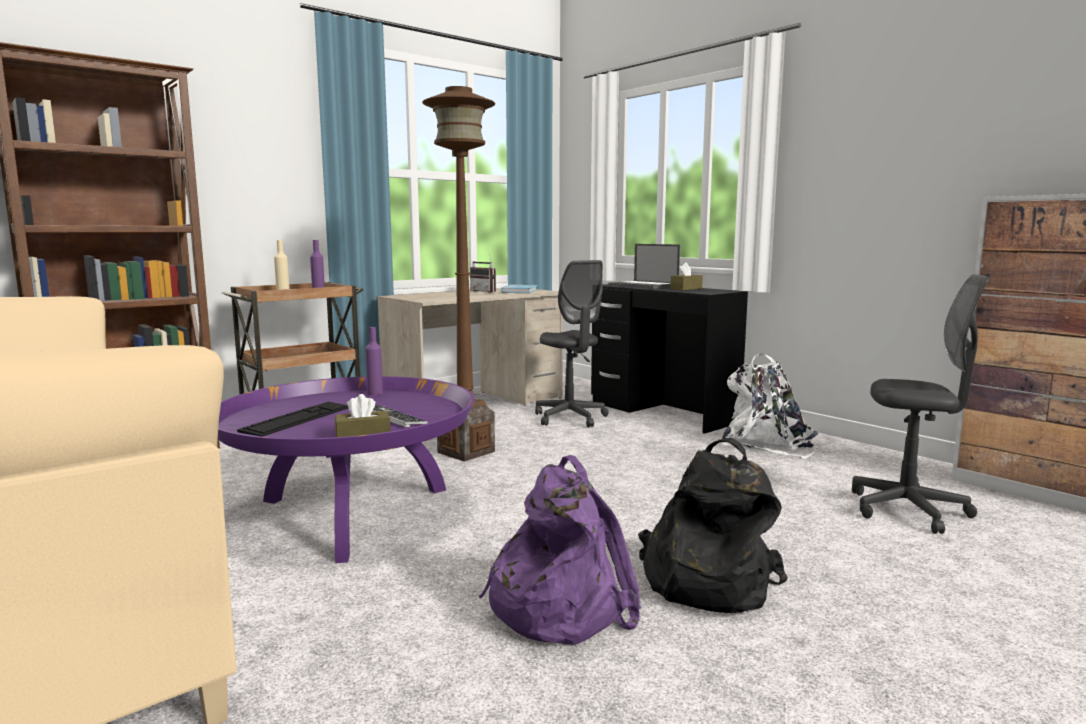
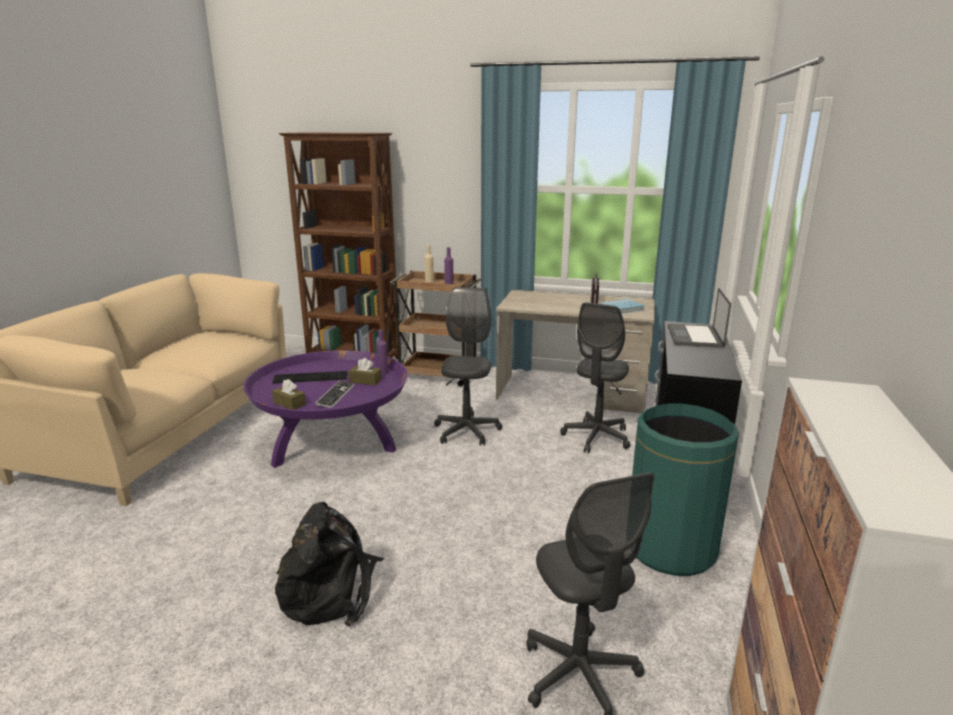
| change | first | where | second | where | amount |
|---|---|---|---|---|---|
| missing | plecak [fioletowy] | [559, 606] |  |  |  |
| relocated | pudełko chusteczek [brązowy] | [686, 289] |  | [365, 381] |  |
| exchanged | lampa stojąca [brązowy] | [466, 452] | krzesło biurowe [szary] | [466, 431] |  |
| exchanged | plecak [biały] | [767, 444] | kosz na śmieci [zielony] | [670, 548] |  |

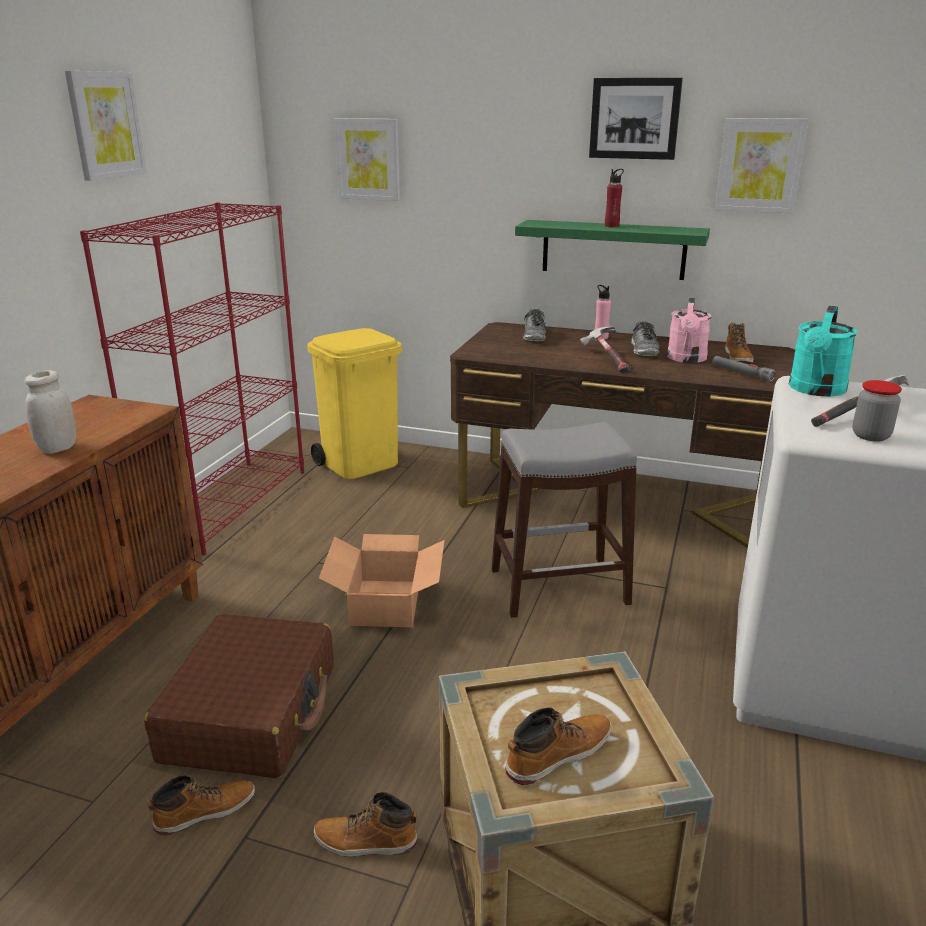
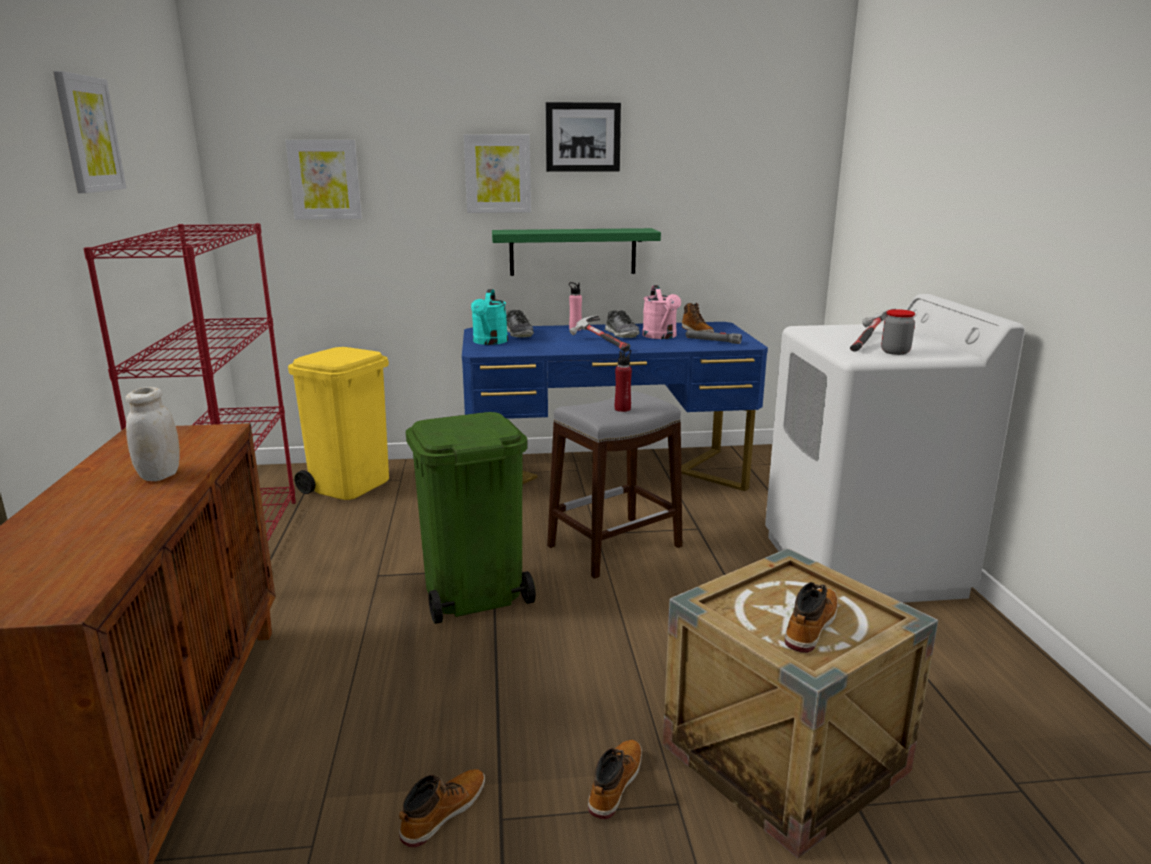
| change | first | where | second | where | amount |
|---|---|---|---|---|---|
| missing | walizka [brązowy] | [251, 713] |  |  |  |
| relocated | butelka [czerwony] | [612, 226] |  | [622, 409] |  |
| relocated | obraz | [759, 165] |  | [497, 174] |  |
| relocated | konewka [turkusowy] | [816, 390] |  | [489, 342] |  |
| exchanged | karton | [384, 604] | kosz na śmieci [zielony] | [472, 594] |  |
| colour | biurko [brązowy] | [612, 502] | biurko [niebieski] | [606, 475] |  |
| spun | but z cholewką | [365, 842] |  | [614, 784] | 135 degrees clockwise |

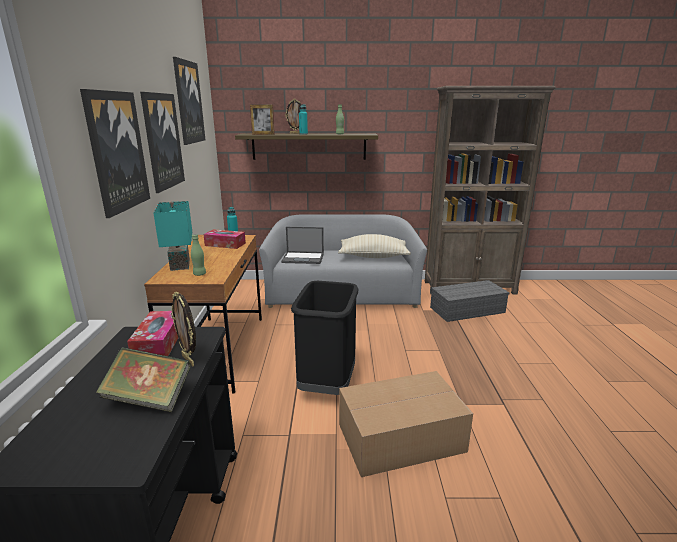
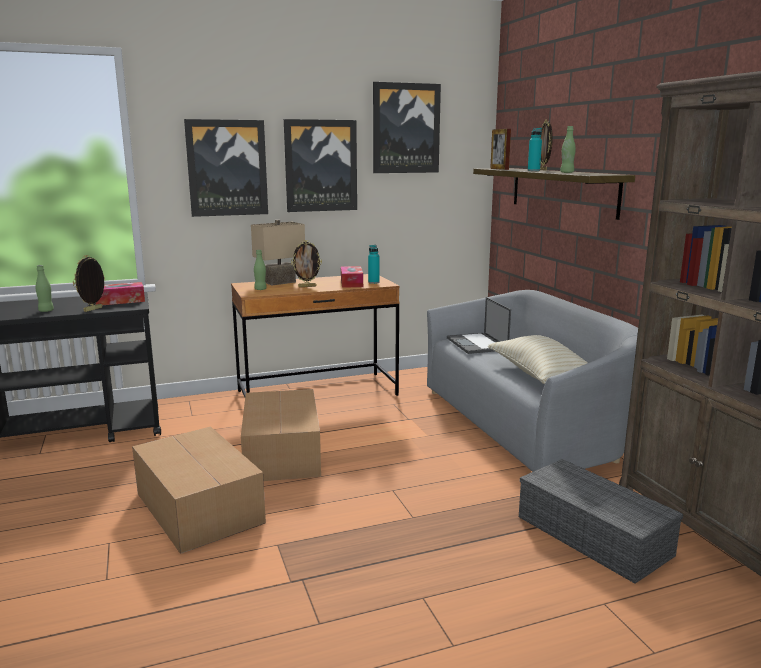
| change | first | where | second | where | amount |
|---|---|---|---|---|---|
| appeared |  |  | ramka na zdjęcie | [307, 286] |  |
| exchanged | książka | [149, 399] | butelka [zielony] | [46, 311] |  |
| exchanged | kosz na śmieci [czarny] | [327, 385] | karton | [281, 454] |  |
| colour | lampa stołowa [turkusowy] | [178, 265] | lampa stołowa [beżowy] | [279, 282] |  |

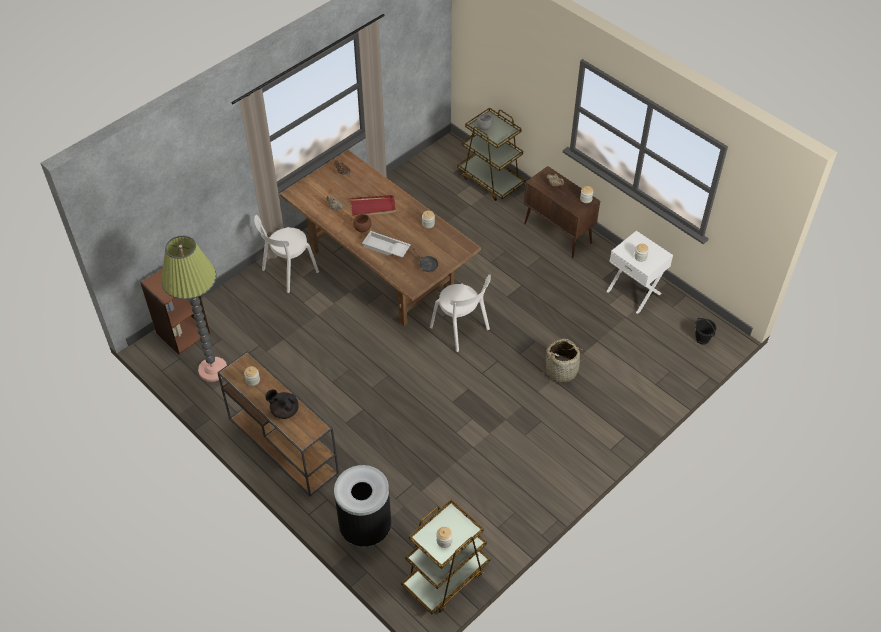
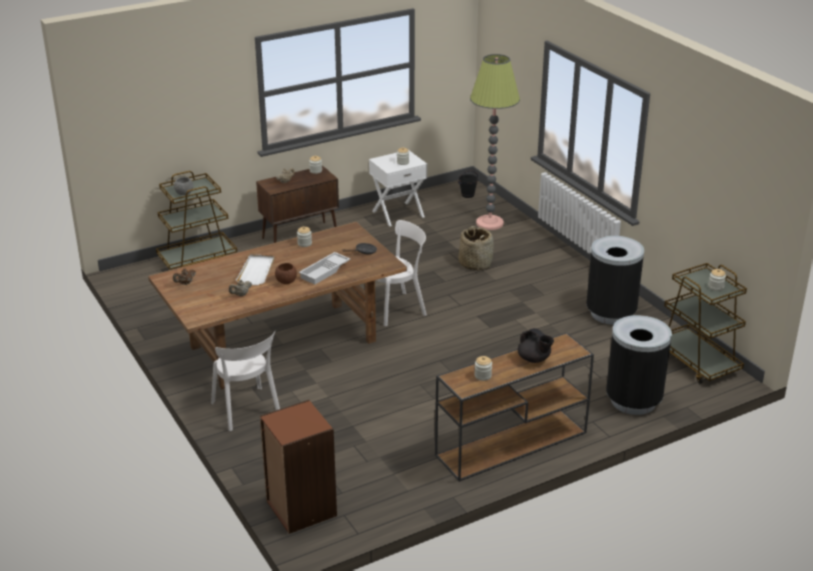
| change | first | where | second | where | amount |
|---|---|---|---|---|---|
| appeared |  |  | kosz na śmieci [czarny] | [611, 313] |  |
| relocated | lampa stojąca | [213, 369] |  | [489, 223] |  |
| colour | taca [czerwony] | [373, 207] | taca [biały] | [256, 271] |  |
| spun | imbryk [czarny] | [284, 410] |  | [534, 359] | 75 degrees counterclockwise |

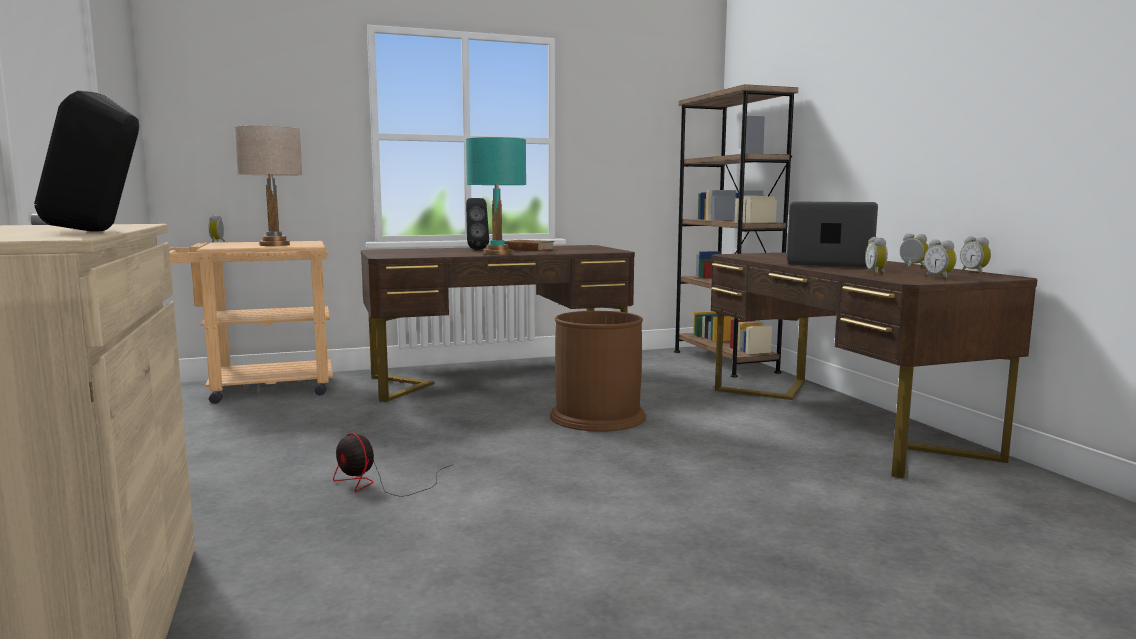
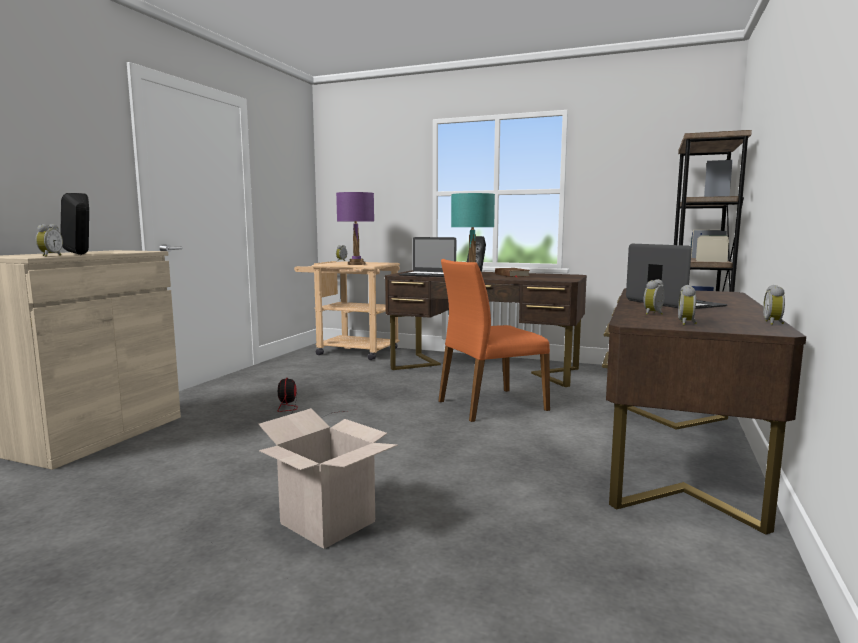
| change | first | where | second | where | amount |
|---|---|---|---|---|---|
| appeared |  |  | karton | [328, 522] |  |
| appeared |  |  | laptop | [427, 274] |  |
| relocated | budzik | [911, 266] |  | [49, 256] |  |
| exchanged | kosz na śmieci [brązowy] | [597, 416] | krzesło [pomarańczowy] | [490, 405] |  |
| colour | lampa stołowa [beżowy] | [274, 245] | lampa stołowa [fioletowy] | [356, 264] |  |

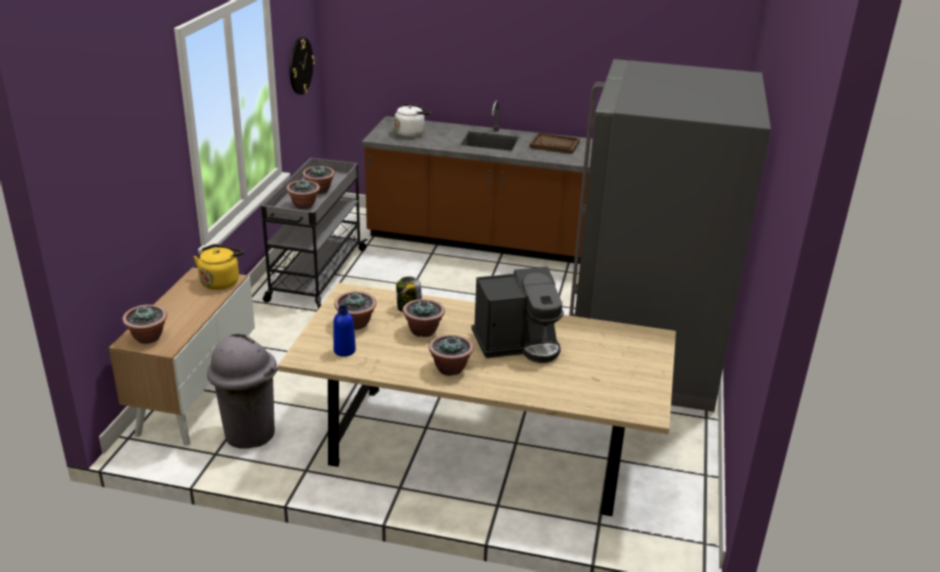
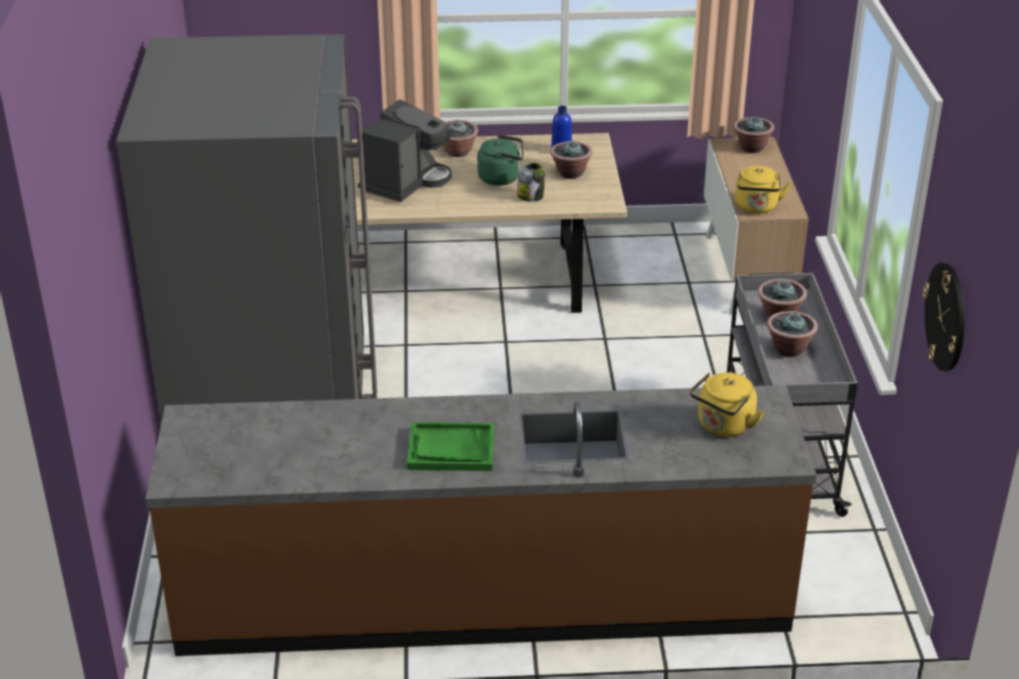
| change | first | where | second | where | amount |
|---|---|---|---|---|---|
| missing | kosz na śmieci [szary] | [249, 433] |  |  |  |
| exchanged | roślina doniczkowa | [423, 331] | czajnik [zielony] | [502, 178] |  |
| colour | czajnik [biały] | [411, 133] | czajnik [żółty] | [723, 426] |  |
| colour | taca [brązowy] | [554, 145] | taca [zielony] | [451, 449] |  |
| spun | ekspres do kawy | [518, 344] |  | [405, 182] | 150 degrees clockwise |

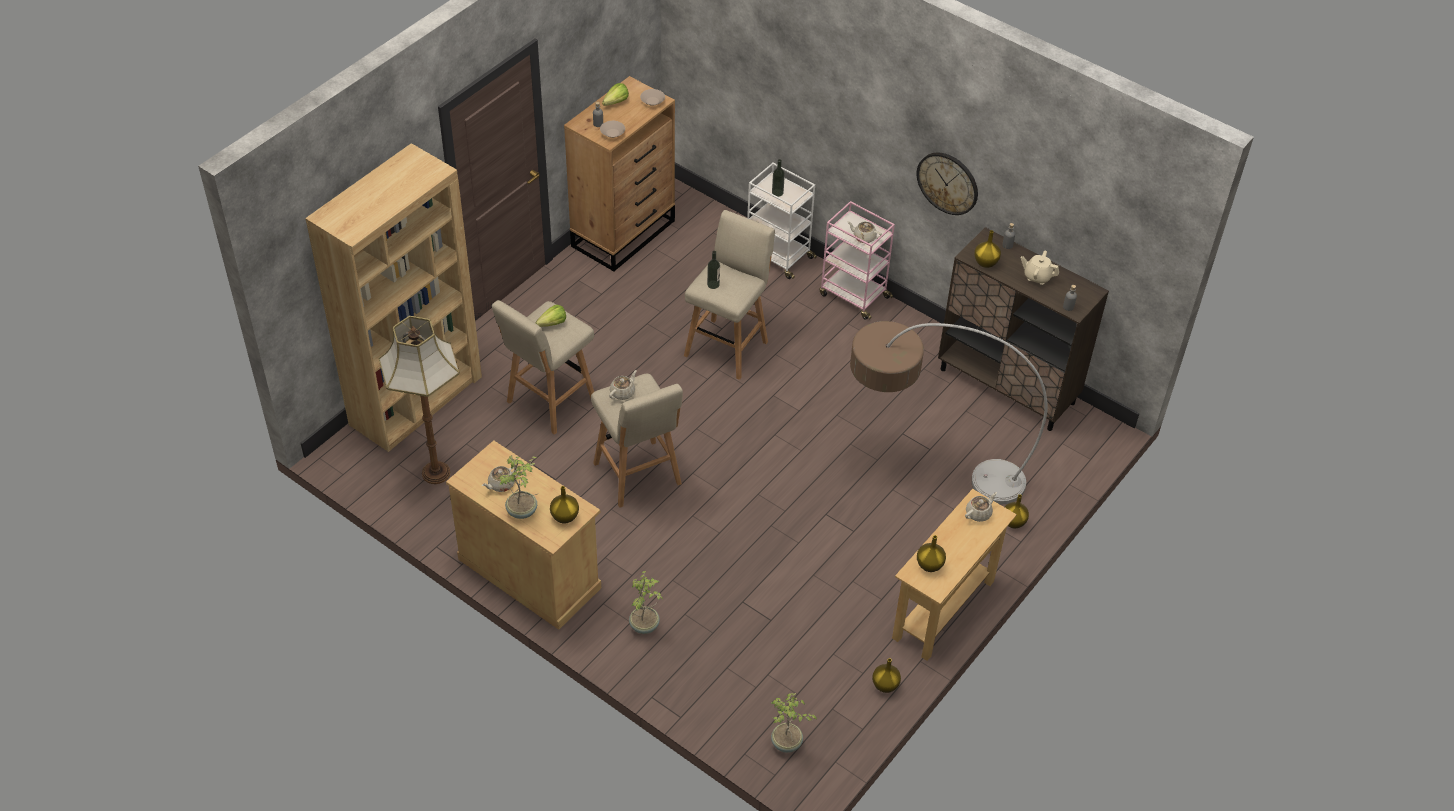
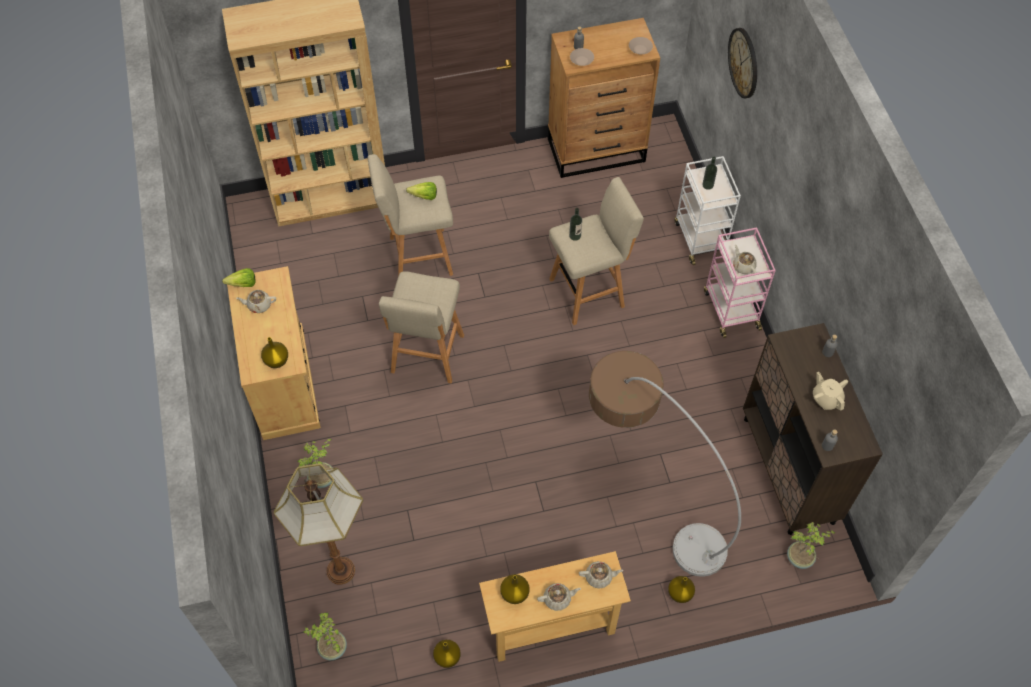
| change | first | where | second | where | amount |
|---|---|---|---|---|---|
| missing | wazon [żółty] | [985, 262] |  |  |  |
| relocated | lampa stojąca | [436, 472] |  | [341, 570] |  |
| relocated | roślina doniczkowa | [522, 511] |  | [800, 559] |  |
| relocated | sałata | [613, 103] |  | [240, 284] |  |
| relocated | imbryk [beżowy] | [623, 392] |  | [558, 599] |  |
| relocated | zegar ścienny | [948, 183] |  | [744, 63] |  |

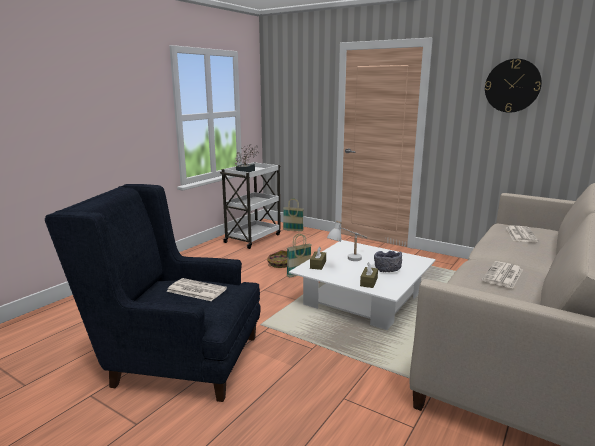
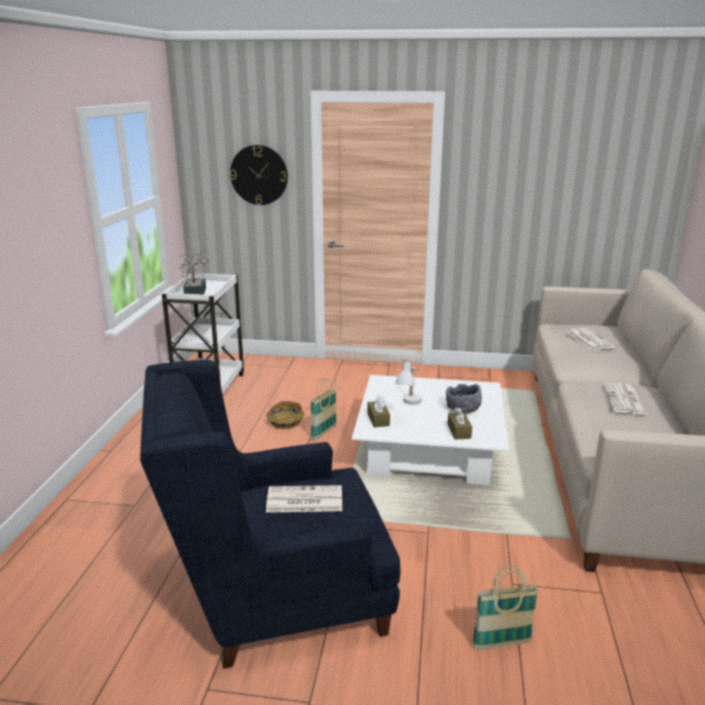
| change | first | where | second | where | amount |
|---|---|---|---|---|---|
| relocated | koszyk | [293, 230] |  | [501, 643] |  |
| relocated | zegar ścienny | [512, 86] |  | [259, 175] |  |

